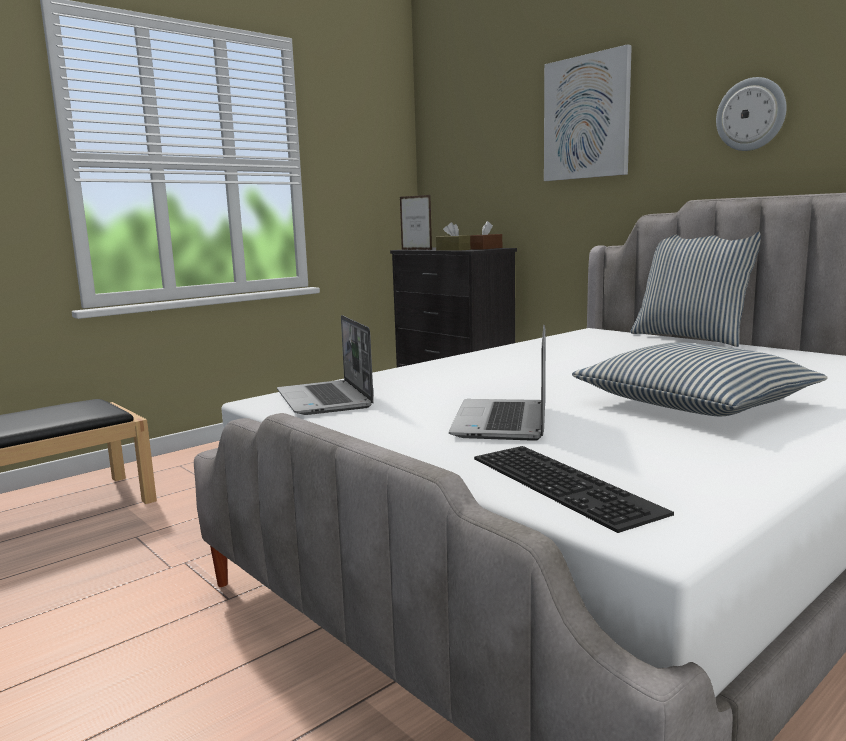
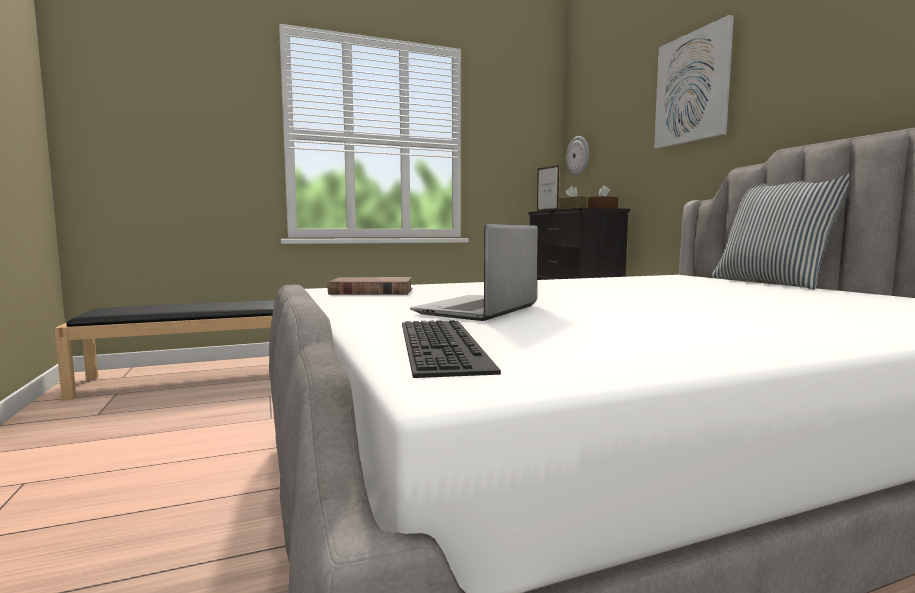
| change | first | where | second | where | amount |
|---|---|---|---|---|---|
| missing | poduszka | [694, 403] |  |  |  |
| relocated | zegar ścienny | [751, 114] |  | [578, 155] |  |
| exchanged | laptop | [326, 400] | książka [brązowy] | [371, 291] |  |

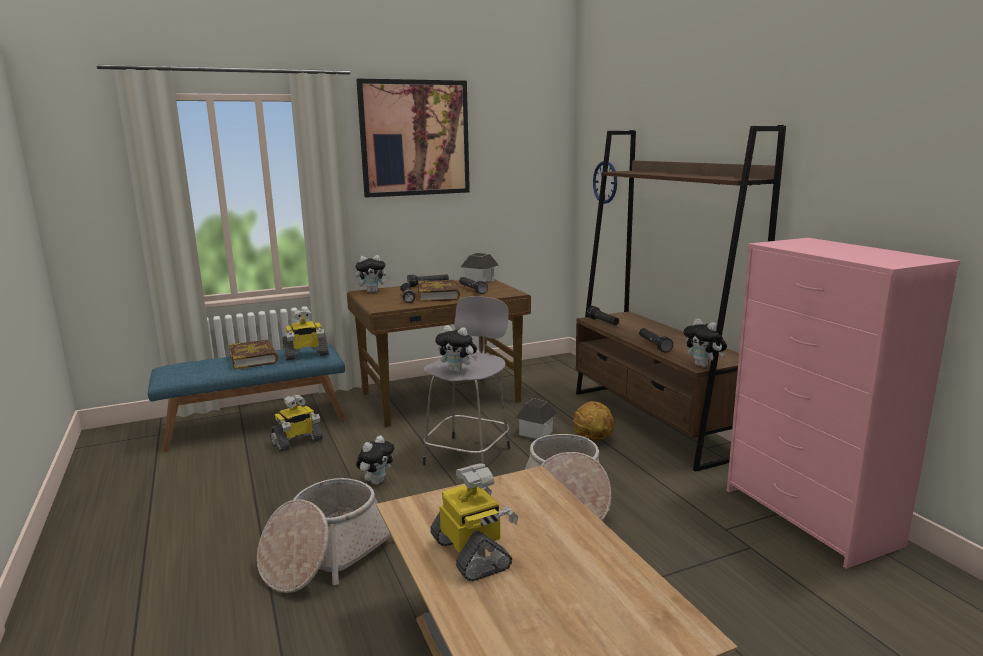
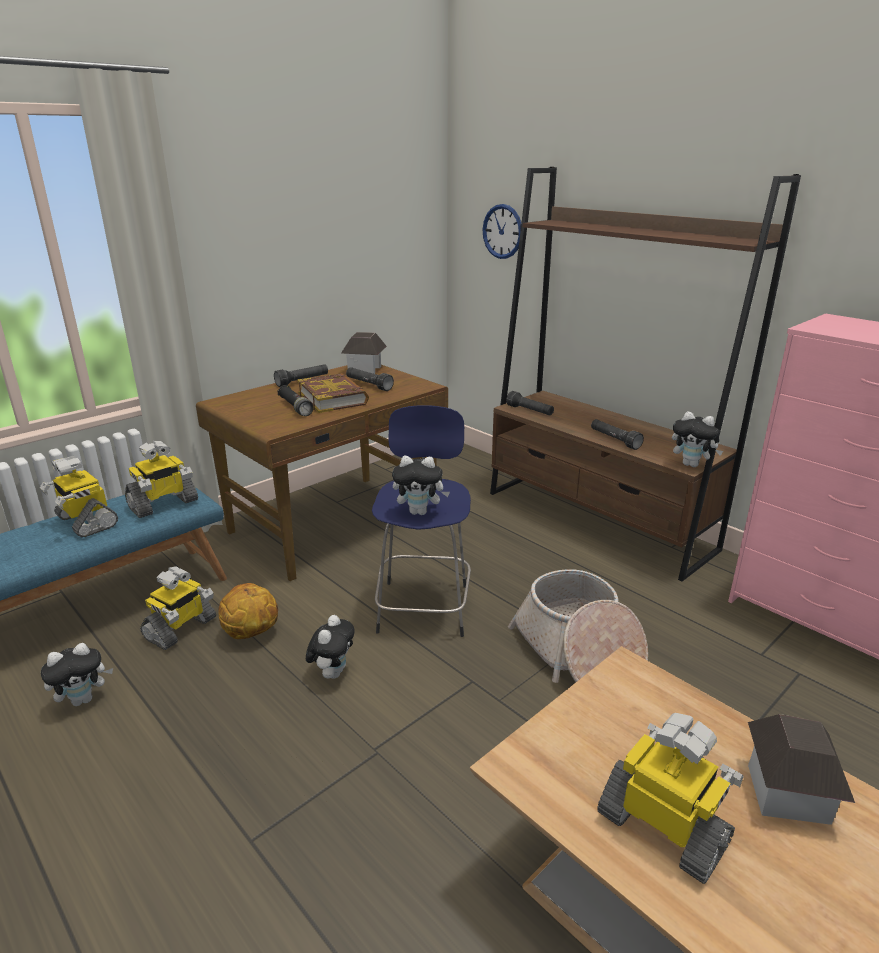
| change | first | where | second | where | amount |
|---|---|---|---|---|---|
| missing | koszyk | [325, 556] |  |  |  |
| missing | obraz | [415, 138] |  |  |  |
| relocated | pluszak | [373, 291] |  | [84, 699] |  |
| relocated | domek | [536, 432] |  | [787, 793] |  |
| relocated | piłka do koszykówki | [592, 439] |  | [250, 633] |  |
| exchanged | książka | [254, 359] | robot zabawkowy | [85, 521] |  |
| colour | stołek [szary] | [469, 454] | stołek [niebieski] | [424, 605] |  |

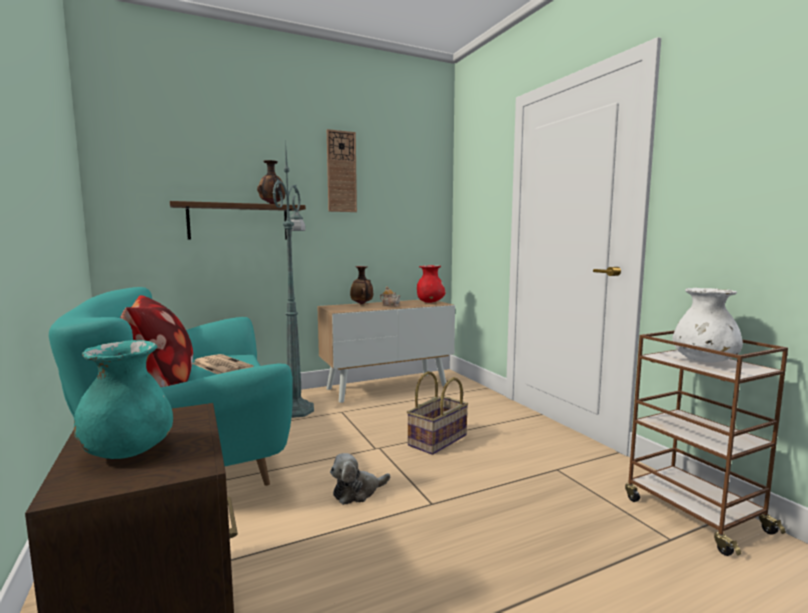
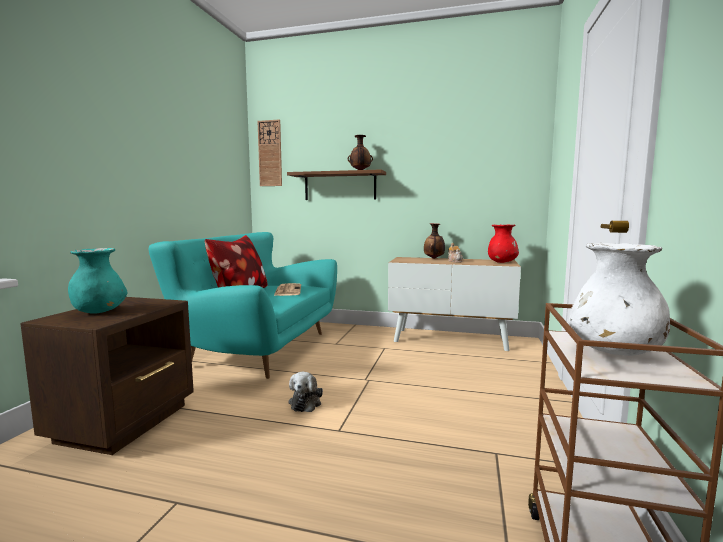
| change | first | where | second | where | amount |
|---|---|---|---|---|---|
| missing | lampa stojąca [zielony] | [296, 409] |  |  |  |
| missing | koszyk | [438, 441] |  |  |  |
| relocated | zegar ścienny | [341, 172] |  | [270, 153] |  |
| spun | pluszak | [357, 492] |  | [306, 402] | 90 degrees counterclockwise |

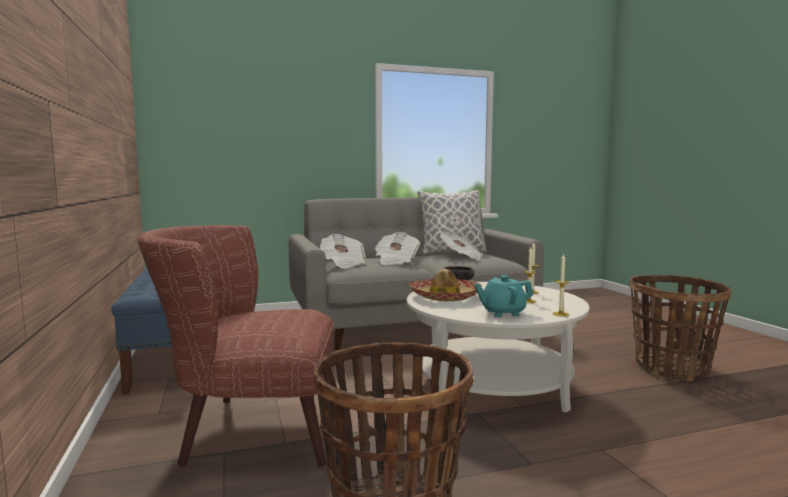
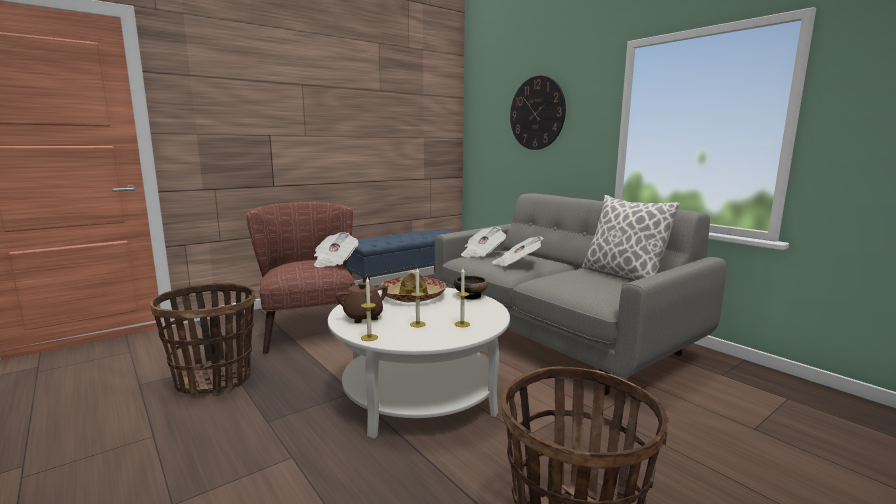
| change | first | where | second | where | amount |
|---|---|---|---|---|---|
| appeared |  |  | zegar ścienny | [537, 113] |  |
| relocated | gazeta | [461, 257] |  | [334, 262] |  |
| colour | imbryk [turkusowy] | [502, 313] | imbryk [brązowy] | [363, 317] |  |

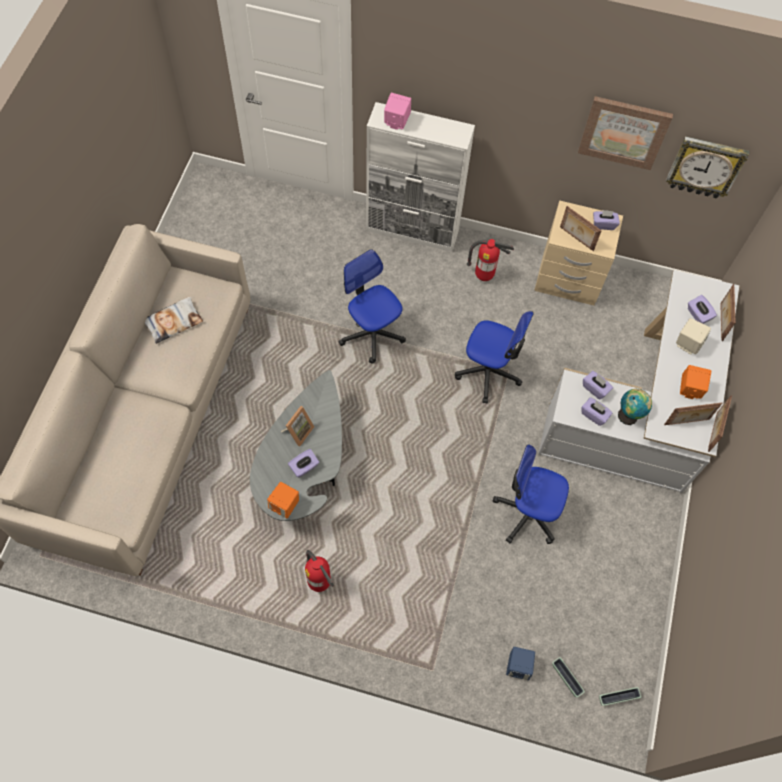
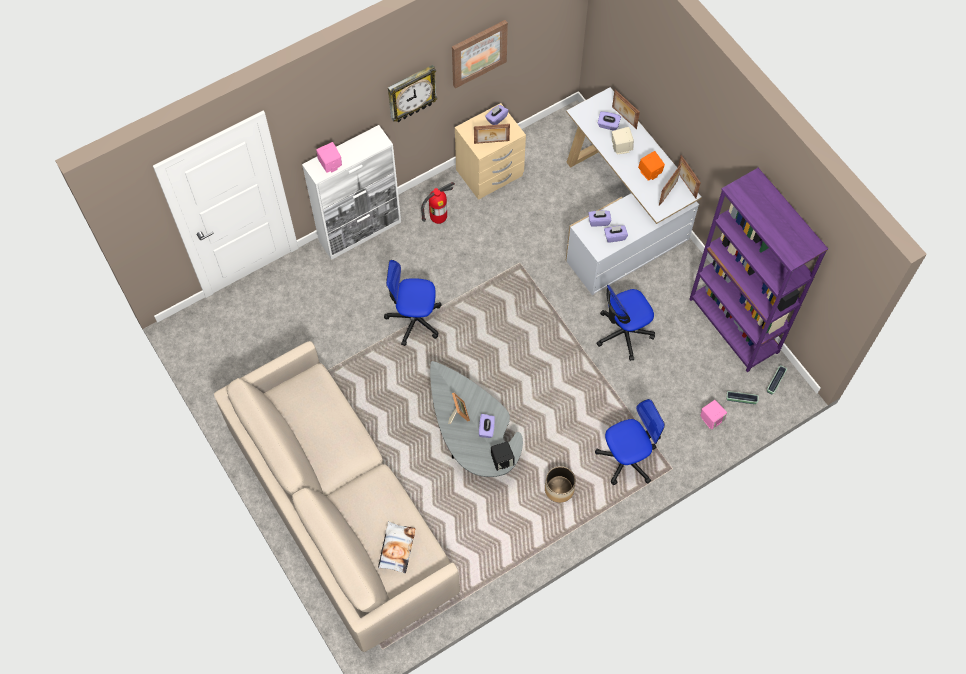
| change | first | where | second | where | amount |
|---|---|---|---|---|---|
| missing | globus | [629, 415] |  |  |  |
| appeared |  |  | regał [fioletowy] | [734, 326] |  |
| relocated | poduszka | [173, 322] |  | [396, 548] |  |
| relocated | krzesło biurowe | [488, 371] |  | [626, 458] |  |
| relocated | zegar ścienny | [705, 167] |  | [411, 93] |  |
| exchanged | gaśnica | [320, 582] | donica | [559, 488] |  |
| colour | głośnik [pomarańczowy] | [285, 505] | głośnik [czarny] | [502, 460] |  |
| colour | głośnik [niebieski] | [518, 666] | głośnik [różowy] | [711, 419] |  |

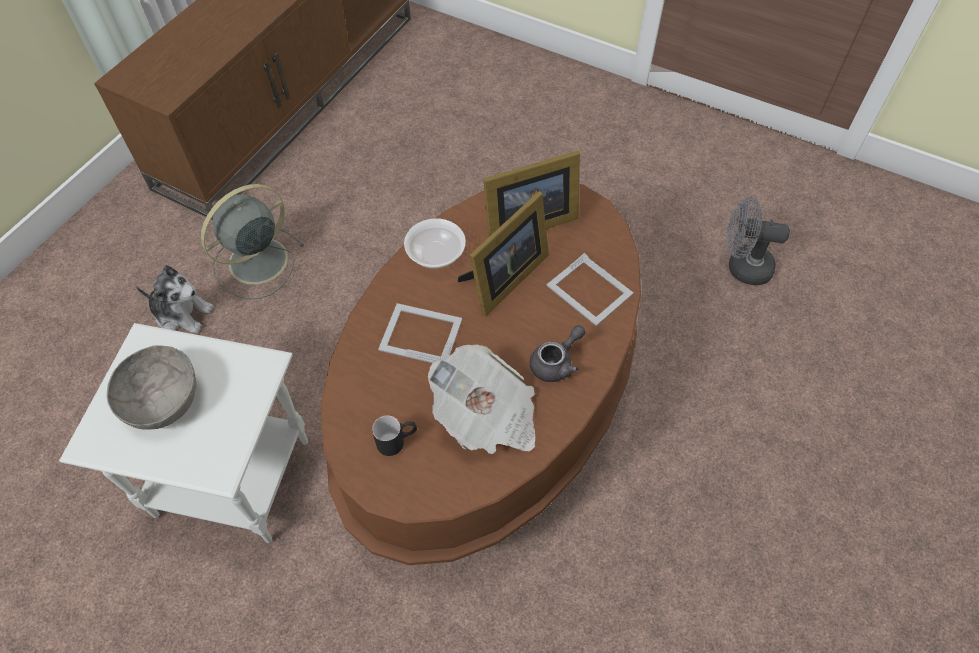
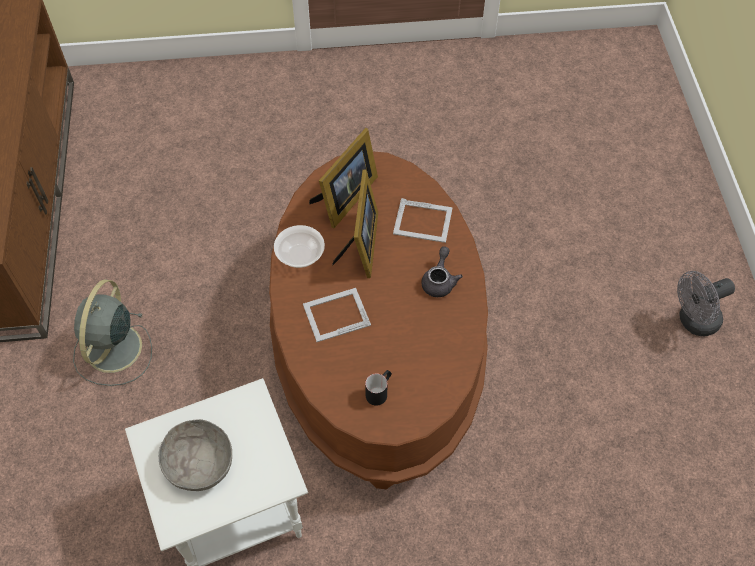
| change | first | where | second | where | amount |
|---|---|---|---|---|---|
| missing | pluszak | [182, 313] |  |  |  |
| missing | gazeta | [487, 416] |  |  |  |
| relocated | wentylator [szary] | [742, 267] |  | [693, 322] |  |

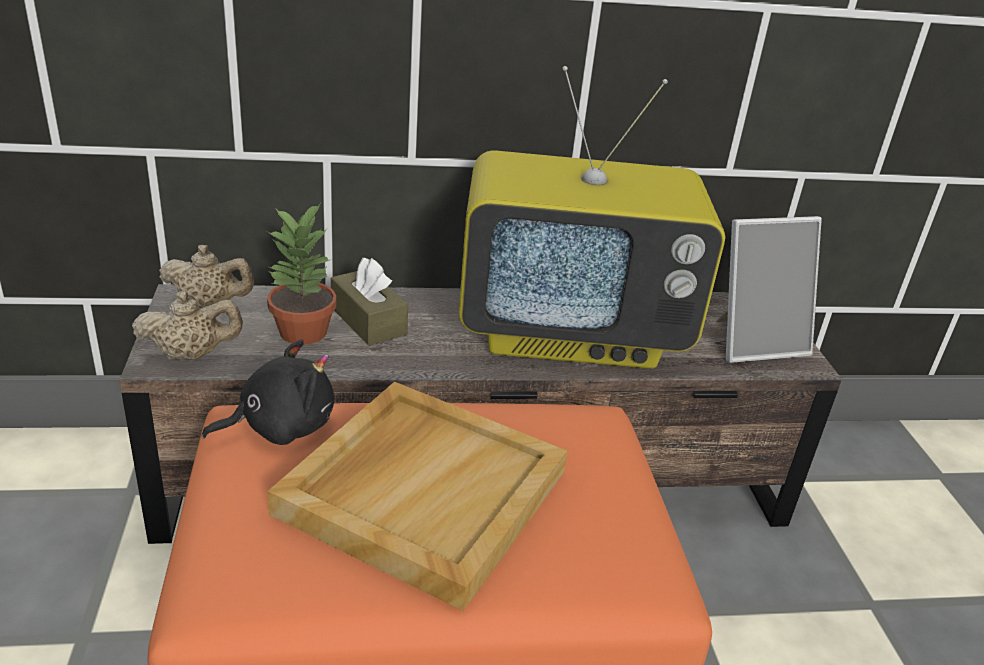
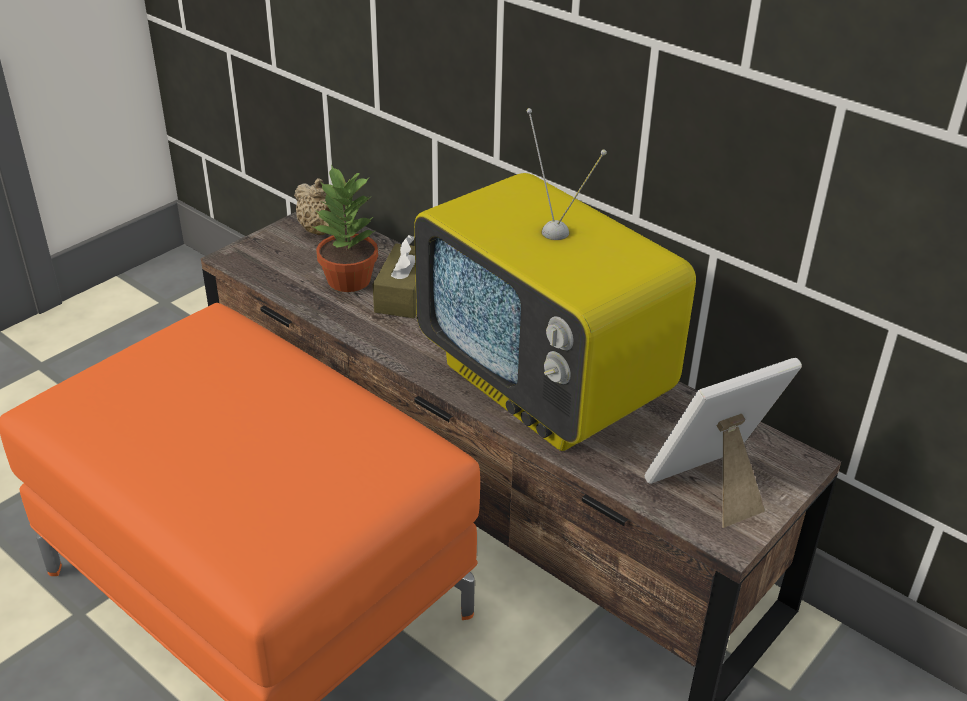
| change | first | where | second | where | amount |
|---|---|---|---|---|---|
| missing | imbryk [beżowy] | [191, 355] |  |  |  |
| missing | pluszak [czarny] | [280, 426] |  |  |  |
| missing | taca [beżowy] | [423, 490] |  |  |  |
| spun | ramka na zdjęcie | [754, 342] |  | [712, 488] | 120 degrees clockwise |

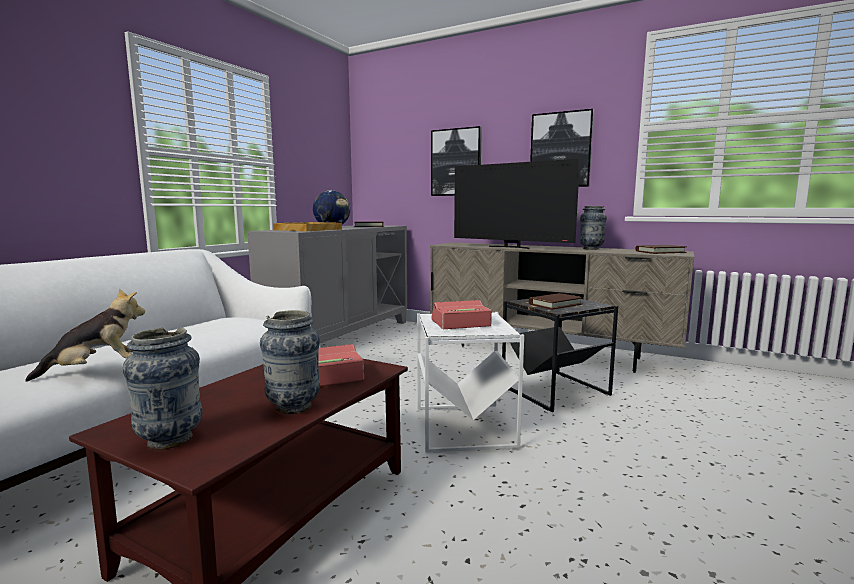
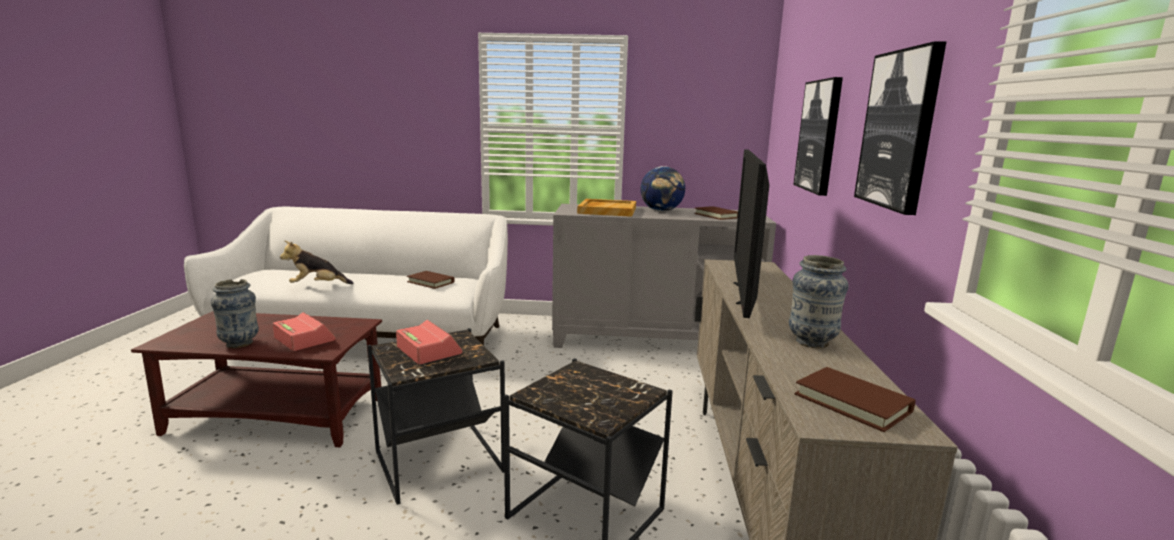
| change | first | where | second | where | amount |
|---|---|---|---|---|---|
| missing | wazon | [170, 439] |  |  |  |
| relocated | książka [brązowy] | [555, 304] |  | [431, 282] |  |
| colour | stolik [biały] | [463, 428] | stolik [czarny] | [437, 462] |  |
| spun | pluszak | [96, 369] |  | [317, 286] | 135 degrees clockwise |

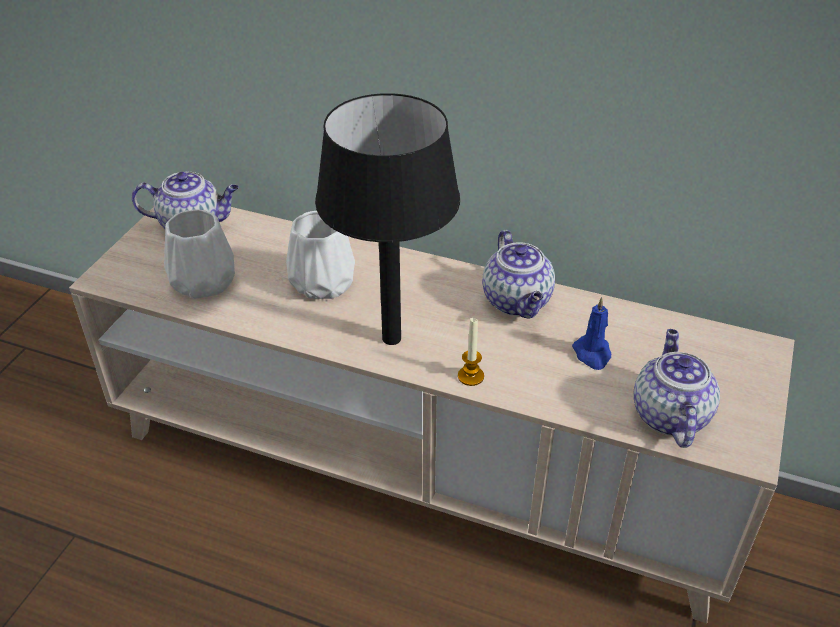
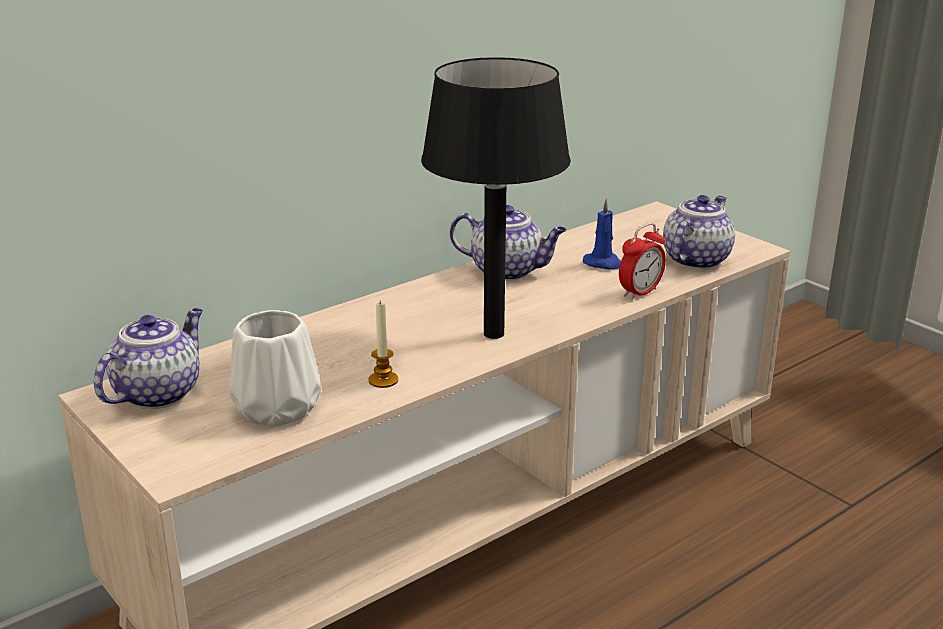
| change | first | where | second | where | amount |
|---|---|---|---|---|---|
| missing | wazon [biały] | [324, 283] |  |  |  |
| appeared |  |  | budzik | [640, 292] |  |
| relocated | świeca | [470, 376] |  | [383, 380] |  |
| spun | imbryk | [668, 414] |  | [696, 259] | 90 degrees clockwise |

